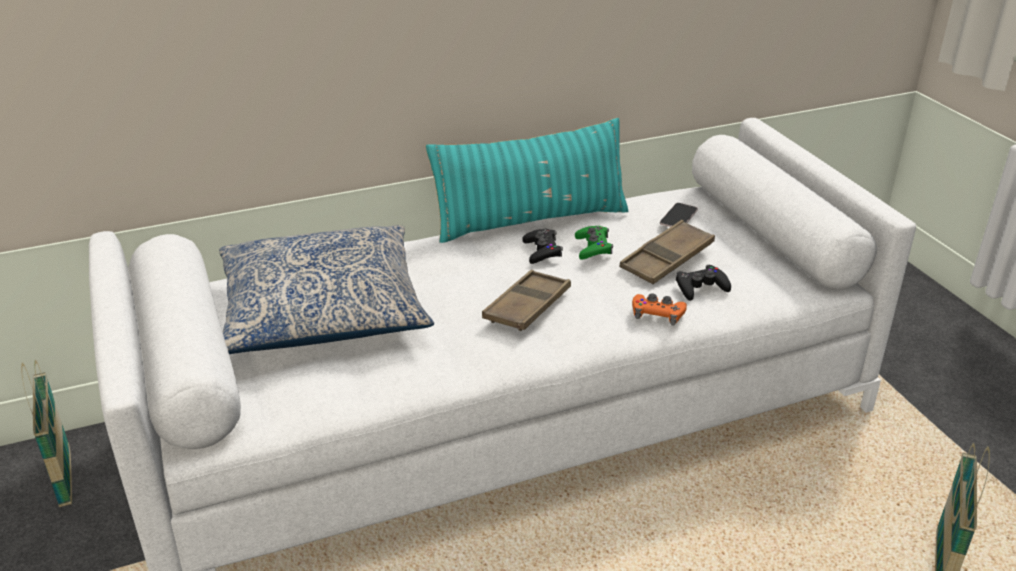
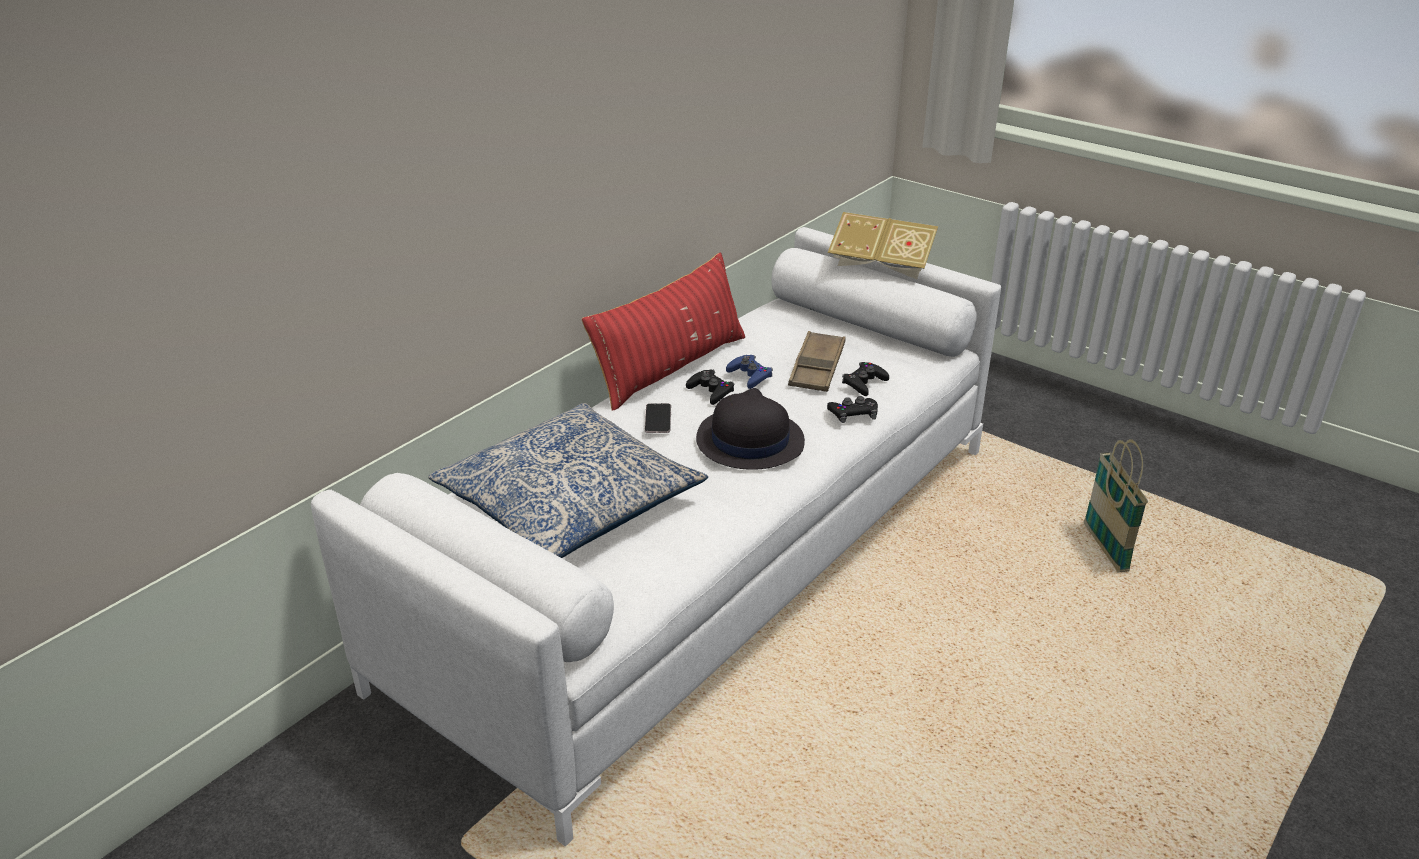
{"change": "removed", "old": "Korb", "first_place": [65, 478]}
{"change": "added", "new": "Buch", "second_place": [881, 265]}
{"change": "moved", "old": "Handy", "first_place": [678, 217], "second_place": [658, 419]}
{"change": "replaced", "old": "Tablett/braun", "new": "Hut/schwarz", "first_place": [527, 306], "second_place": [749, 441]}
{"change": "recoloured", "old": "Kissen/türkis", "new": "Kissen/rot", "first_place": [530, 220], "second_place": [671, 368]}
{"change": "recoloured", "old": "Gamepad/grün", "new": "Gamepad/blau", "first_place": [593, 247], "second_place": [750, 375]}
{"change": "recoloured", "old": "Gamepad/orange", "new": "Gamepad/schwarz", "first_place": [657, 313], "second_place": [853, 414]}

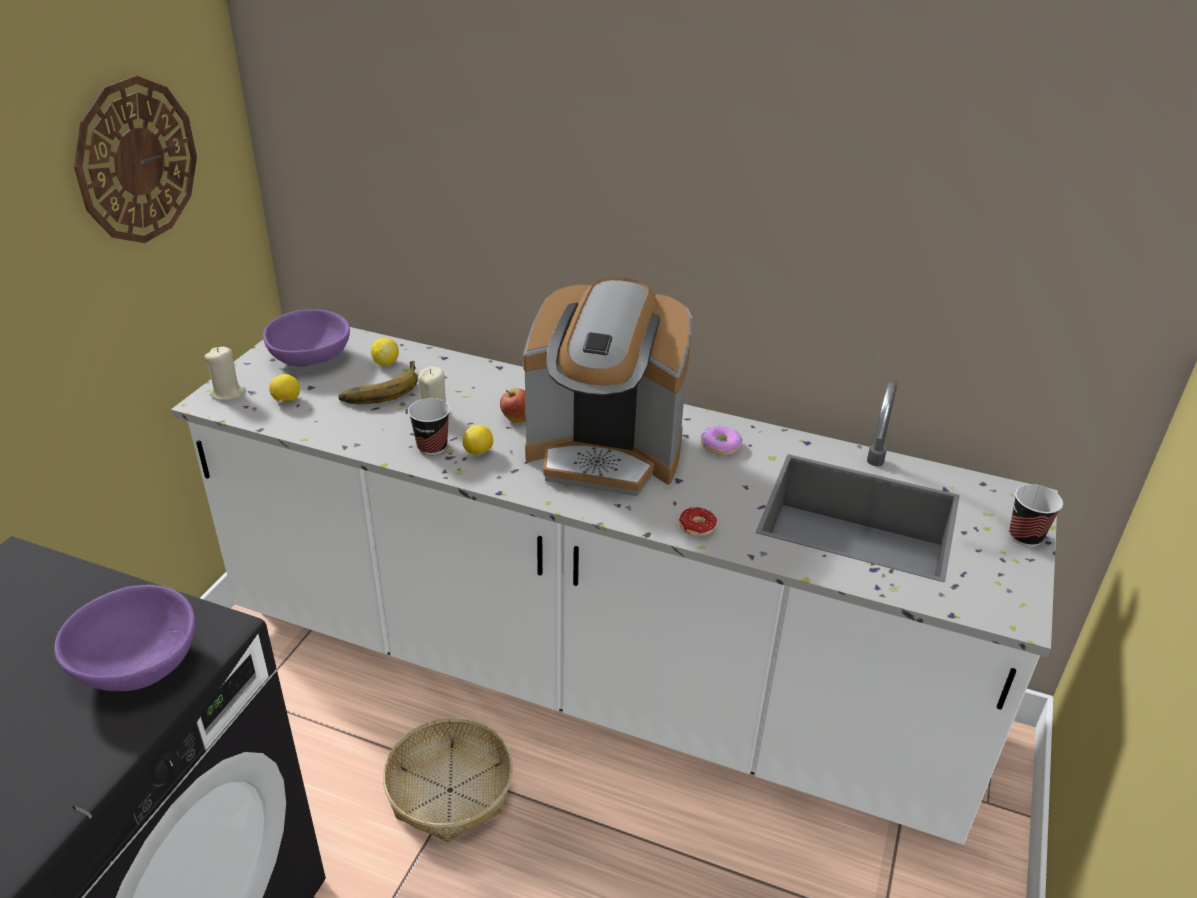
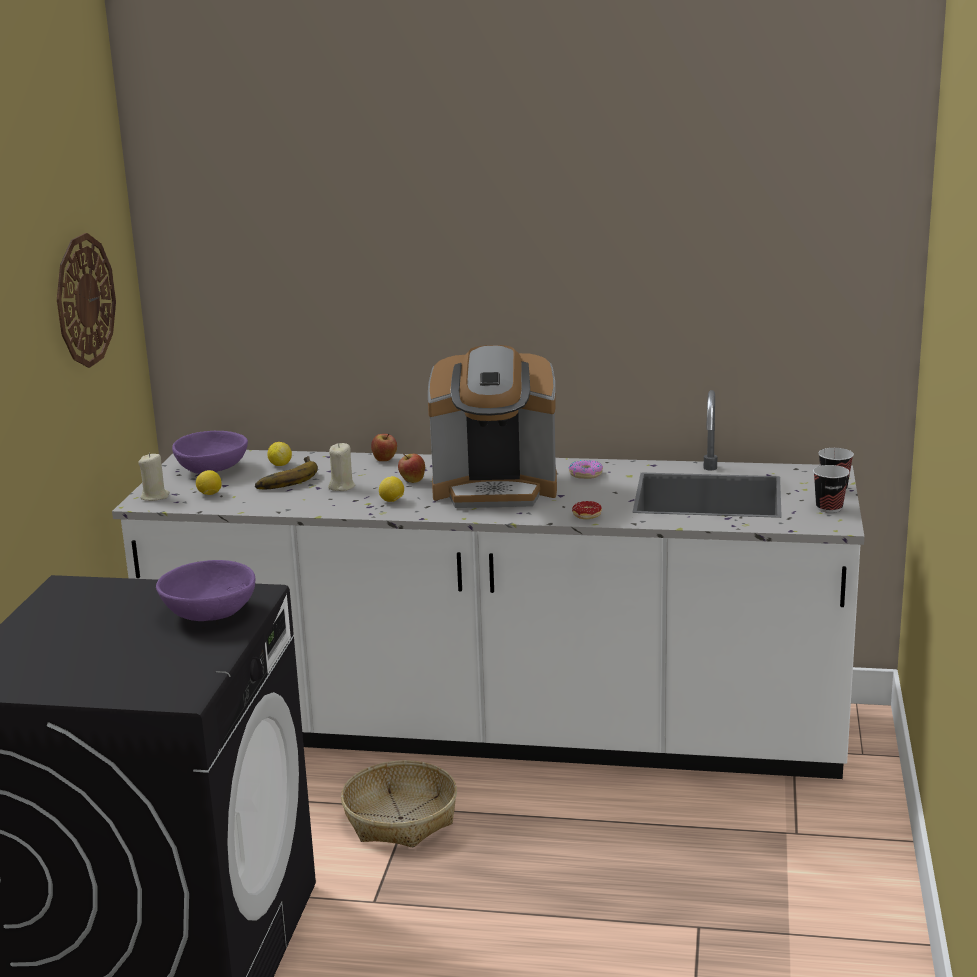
{"change": "added", "new": "Apfel", "second_place": [385, 460]}
{"change": "moved", "old": "Tasse", "first_place": [432, 447], "second_place": [829, 508]}

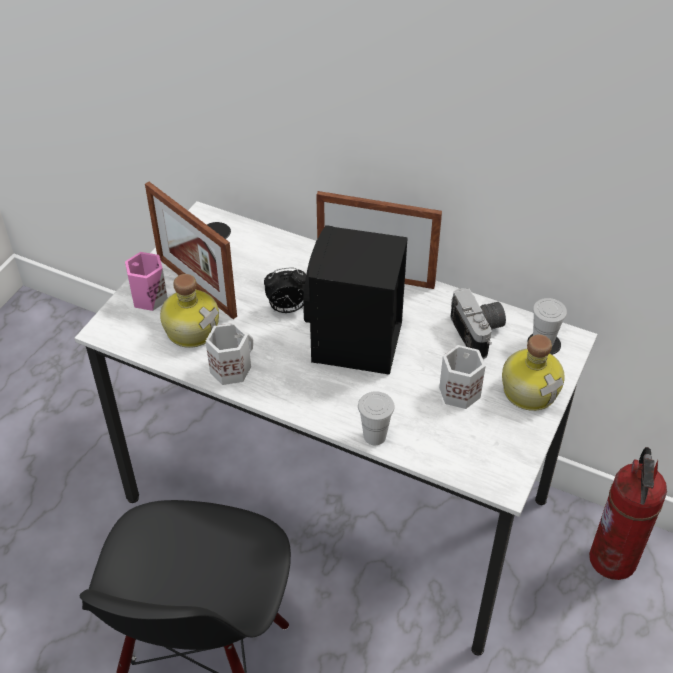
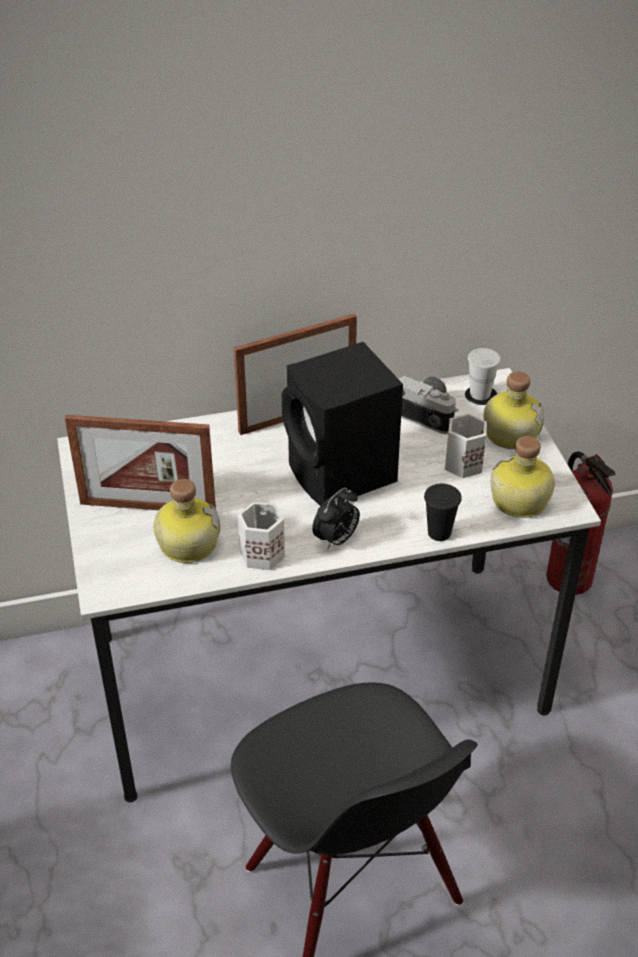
{"change": "removed", "old": "Henkelbecher/rosa", "first_place": [147, 297]}
{"change": "added", "new": "Flasche", "second_place": [519, 501]}
{"change": "moved", "old": "Wecker", "first_place": [287, 309], "second_place": [336, 540]}
{"change": "recoloured", "old": "Tasse/weiß", "new": "Tasse/schwarz", "first_place": [374, 436], "second_place": [439, 533]}

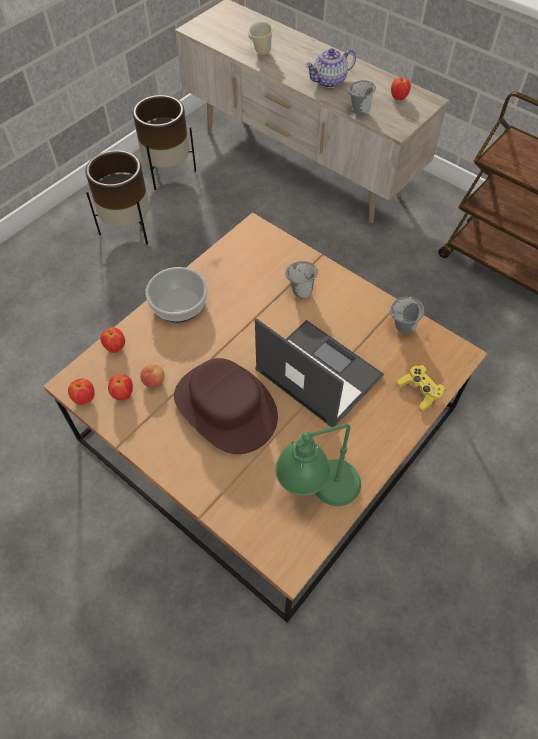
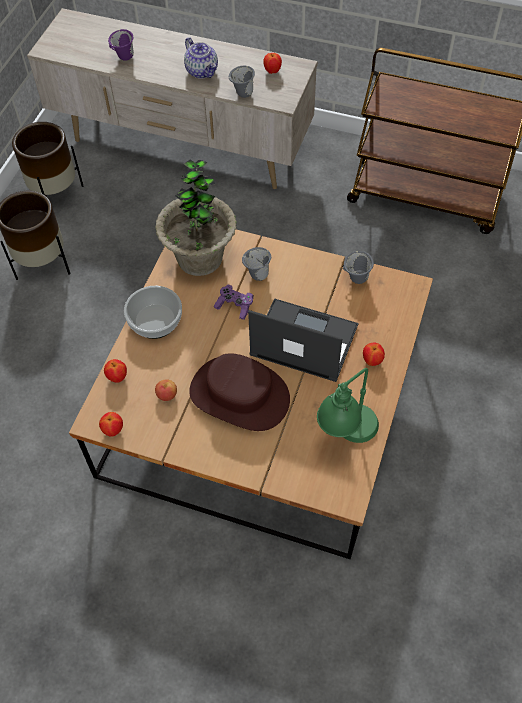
{"change": "removed", "old": "Gamepad/gelb", "first_place": [419, 391]}
{"change": "added", "new": "Topfpflanze", "second_place": [200, 258]}
{"change": "added", "new": "Gamepad/lila", "second_place": [235, 306]}
{"change": "moved", "old": "Apfel", "first_place": [123, 394], "second_place": [372, 361]}
{"change": "recoloured", "old": "Henkelbecher/beige", "new": "Henkelbecher/lila", "first_place": [260, 53], "second_place": [124, 58]}
{"change": "turned", "old": "Teekanne", "first_place": [329, 81], "second_place": [202, 71], "degrees": -75}

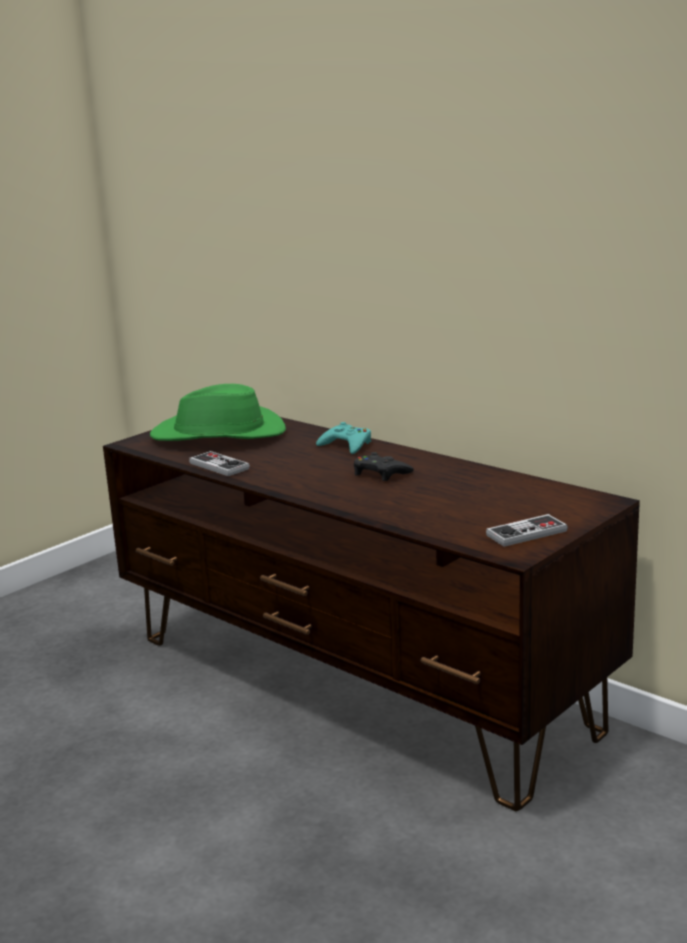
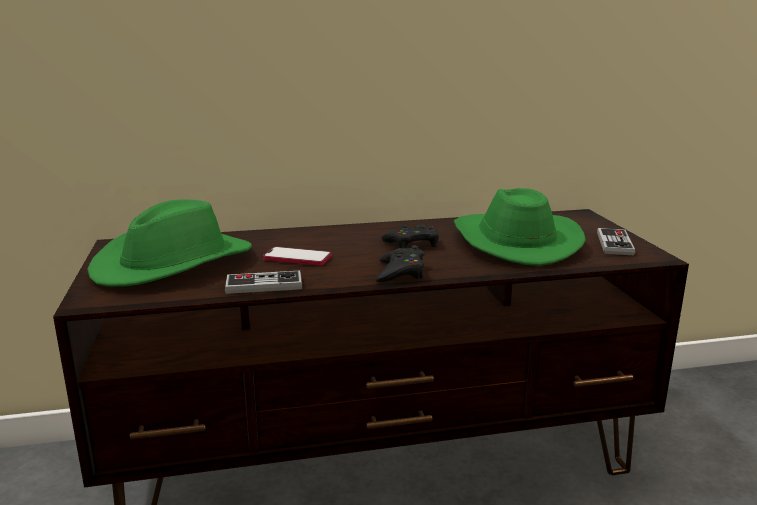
{"change": "removed", "old": "Gamepad/türkis", "first_place": [346, 445]}
{"change": "added", "new": "Handy", "second_place": [297, 258]}
{"change": "added", "new": "Gamepad/schwarz", "second_place": [400, 272]}
{"change": "added", "new": "Hut/grün", "second_place": [513, 241]}

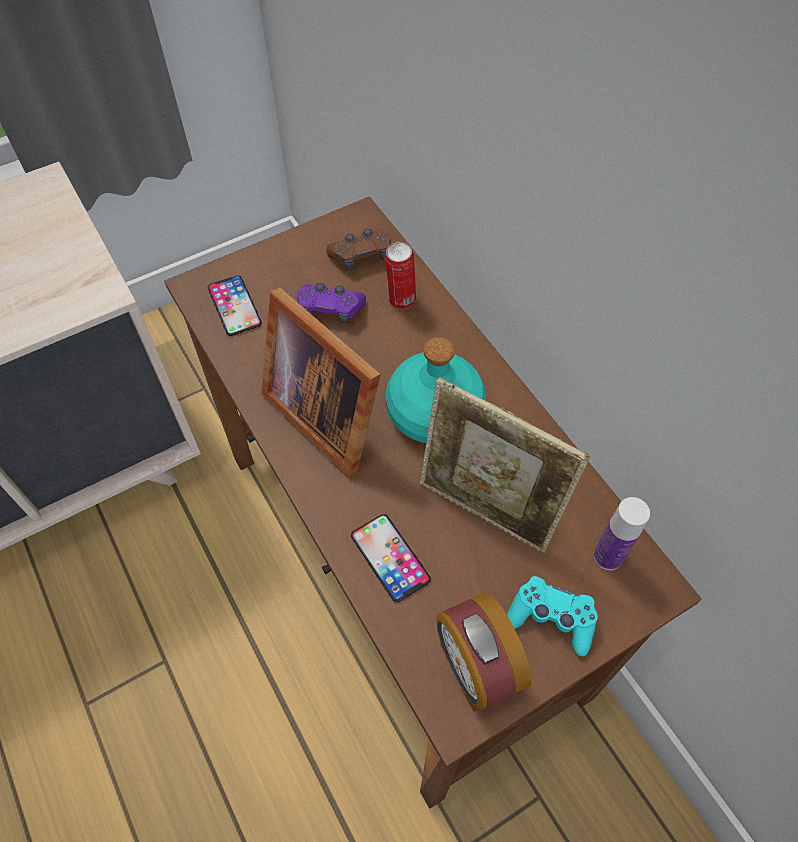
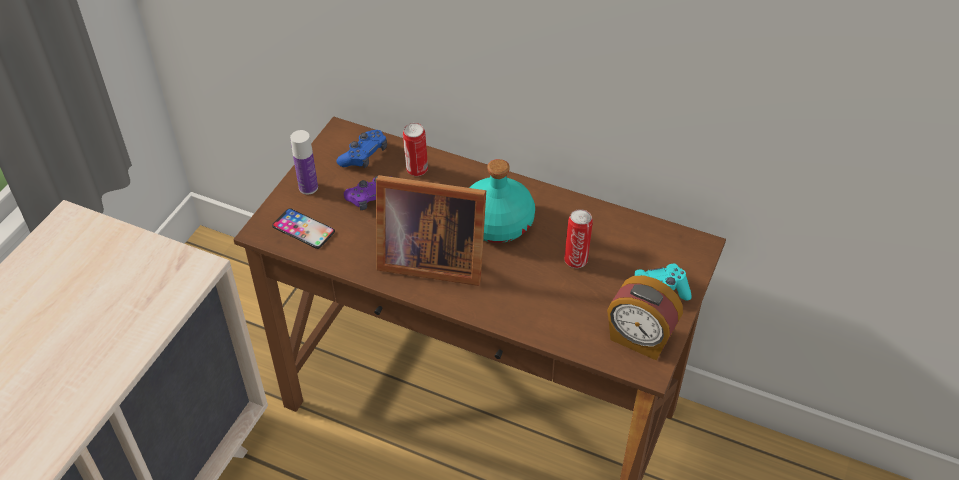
{"change": "removed", "old": "Handy", "first_place": [390, 557]}
{"change": "moved", "old": "Flasche", "first_place": [608, 556], "second_place": [308, 187]}
{"change": "replaced", "old": "Bilderrahmen", "new": "Dose", "first_place": [486, 511], "second_place": [576, 259]}
{"change": "recoloured", "old": "Gamepad/braun", "new": "Gamepad/blau", "first_place": [361, 255], "second_place": [364, 156]}

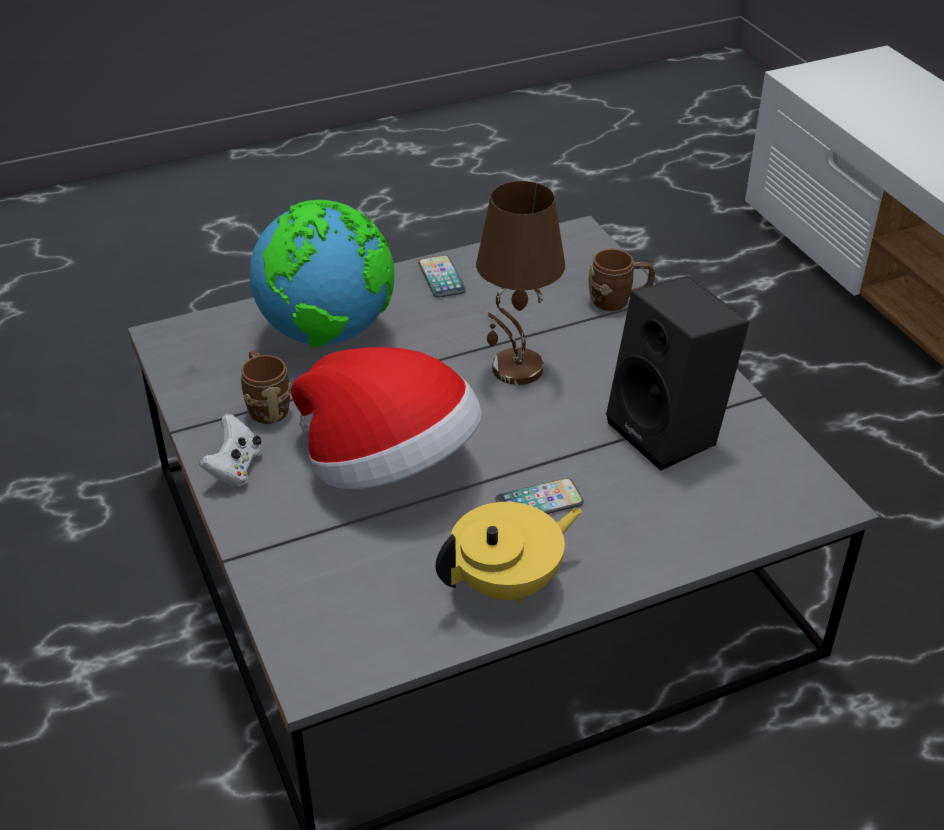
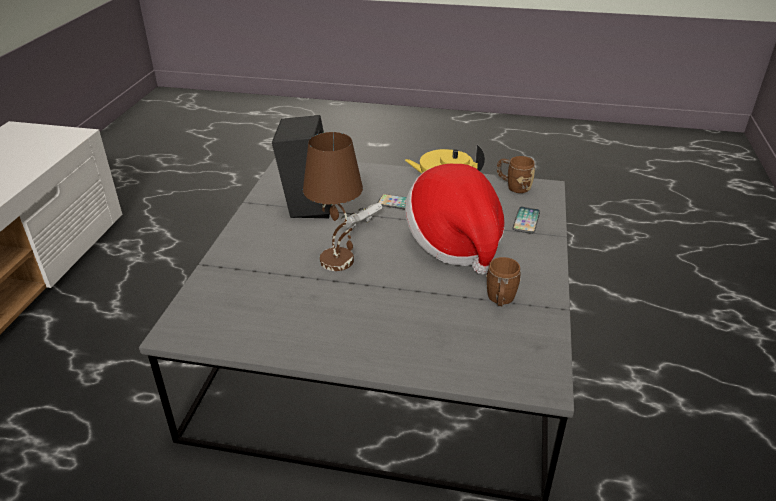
{"change": "removed", "old": "Globus", "first_place": [328, 333]}
{"change": "moved", "old": "Gamepad/weiß", "first_place": [235, 468], "second_place": [360, 226]}
{"change": "moved", "old": "Handy", "first_place": [441, 278], "second_place": [526, 221]}
{"change": "moved", "old": "Henkelbecher/braun", "first_place": [619, 301], "second_place": [513, 186]}

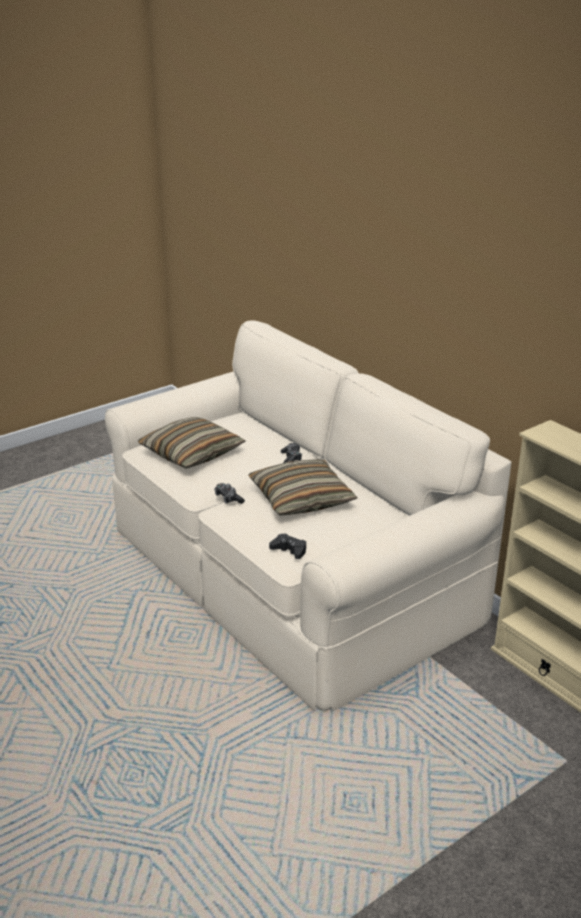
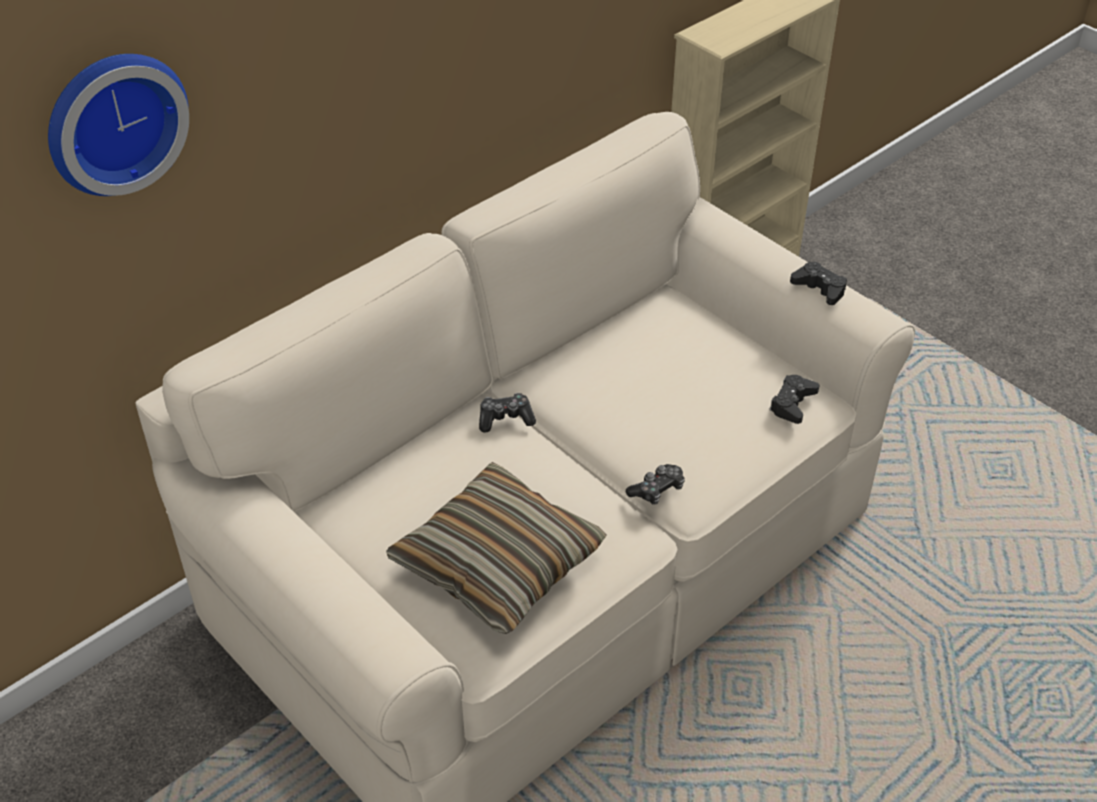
{"change": "removed", "old": "Kissen", "first_place": [301, 499]}
{"change": "added", "new": "Wanduhr", "second_place": [113, 120]}
{"change": "added", "new": "Gamepad/schwarz", "second_place": [819, 288]}

